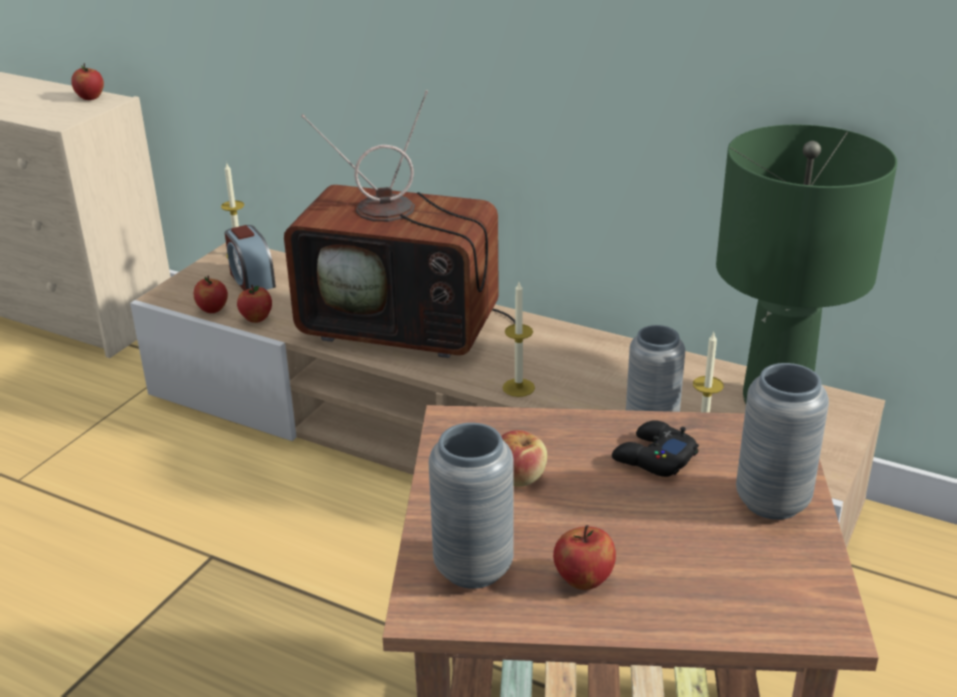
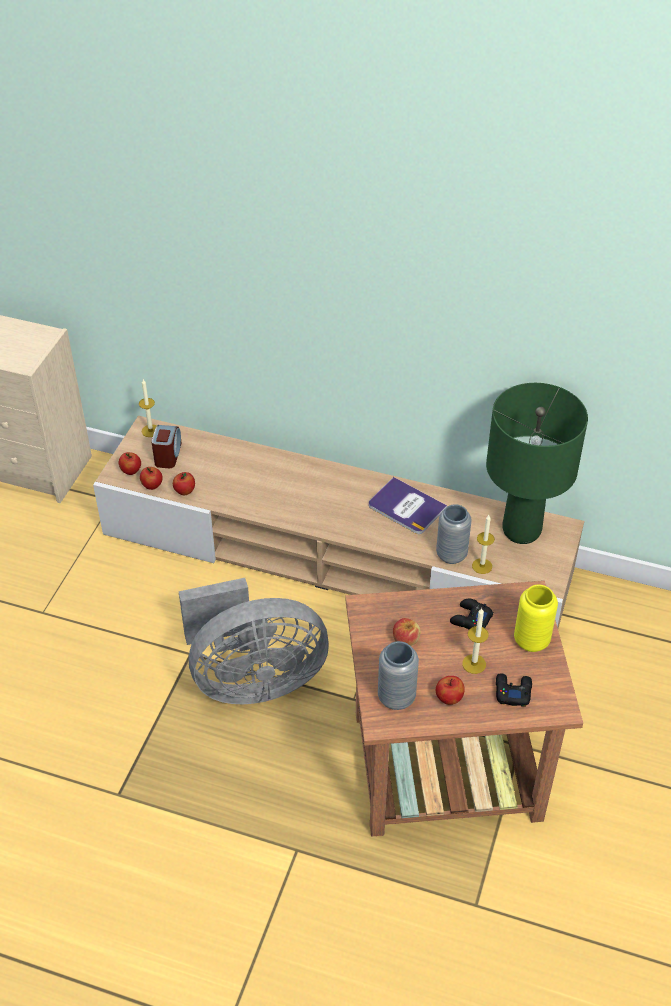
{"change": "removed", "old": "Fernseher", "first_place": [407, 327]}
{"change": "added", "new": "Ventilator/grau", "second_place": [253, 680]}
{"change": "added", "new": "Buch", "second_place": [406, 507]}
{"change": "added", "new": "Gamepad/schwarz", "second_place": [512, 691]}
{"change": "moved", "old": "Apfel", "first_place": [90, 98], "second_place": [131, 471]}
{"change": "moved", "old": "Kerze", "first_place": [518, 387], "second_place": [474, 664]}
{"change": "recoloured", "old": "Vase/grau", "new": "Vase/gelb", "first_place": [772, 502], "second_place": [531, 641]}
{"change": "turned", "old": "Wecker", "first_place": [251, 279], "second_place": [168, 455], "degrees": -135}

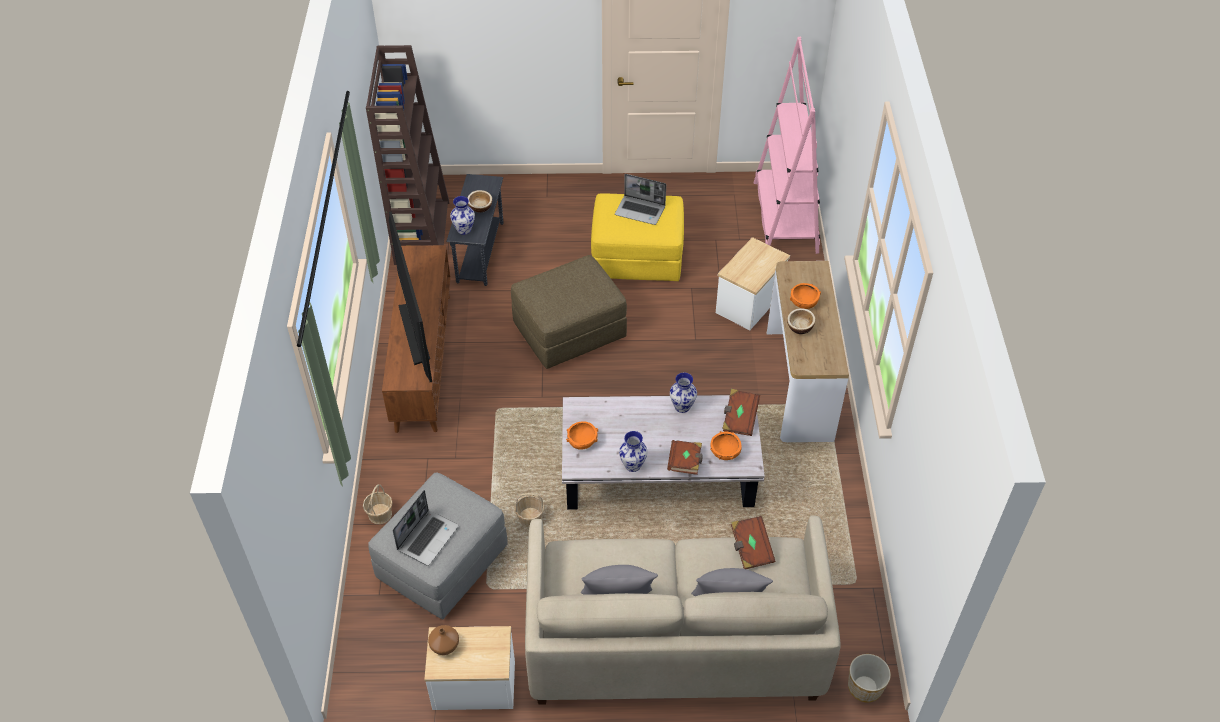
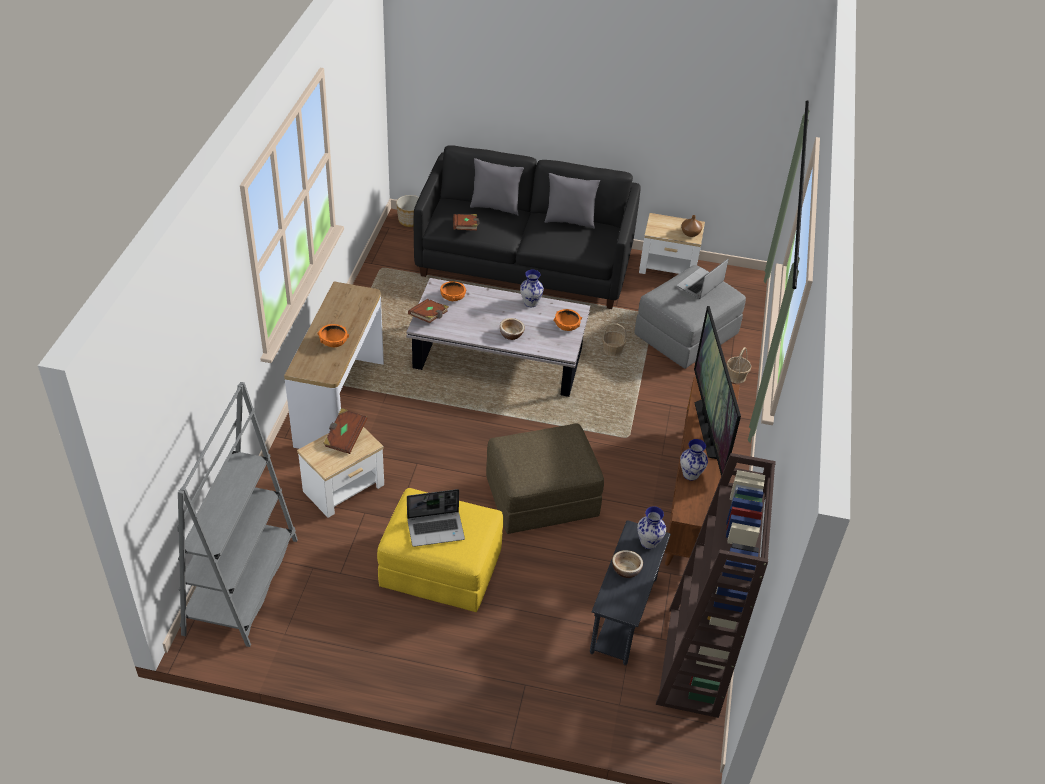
{"change": "moved", "old": "Buch/braun", "first_place": [685, 463], "second_place": [345, 437]}
{"change": "moved", "old": "Vase", "first_place": [682, 406], "second_place": [690, 474]}
{"change": "moved", "old": "Schüssel", "first_place": [800, 327], "second_place": [511, 334]}
{"change": "recoloured", "old": "Sofa/beige", "new": "Sofa/schwarz", "first_place": [674, 640], "second_place": [525, 263]}
{"change": "recoloured", "old": "Bücherregal/rosa", "new": "Bücherregal/grau", "first_place": [785, 217], "second_place": [242, 586]}
{"change": "turned", "old": "Laptop", "first_place": [640, 211], "second_place": [436, 529], "degrees": 135}

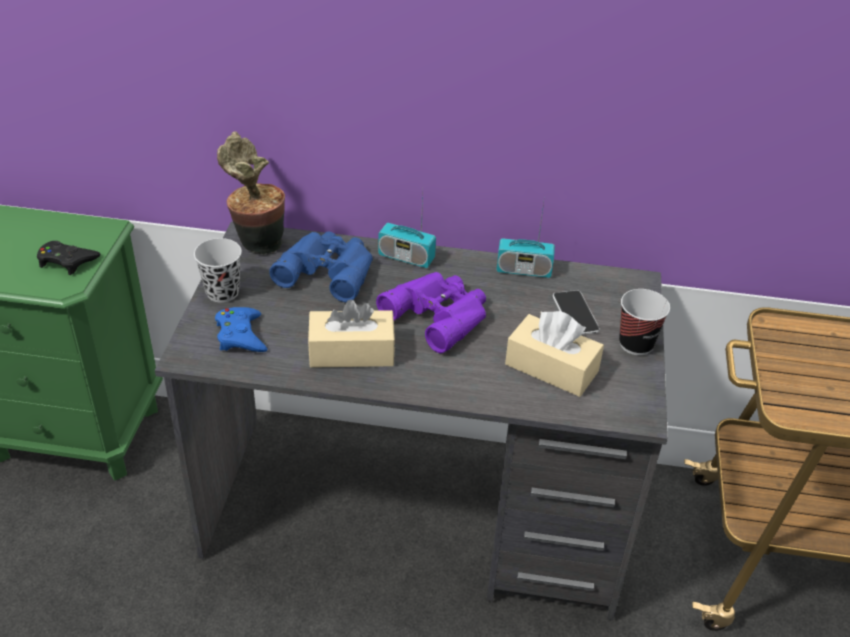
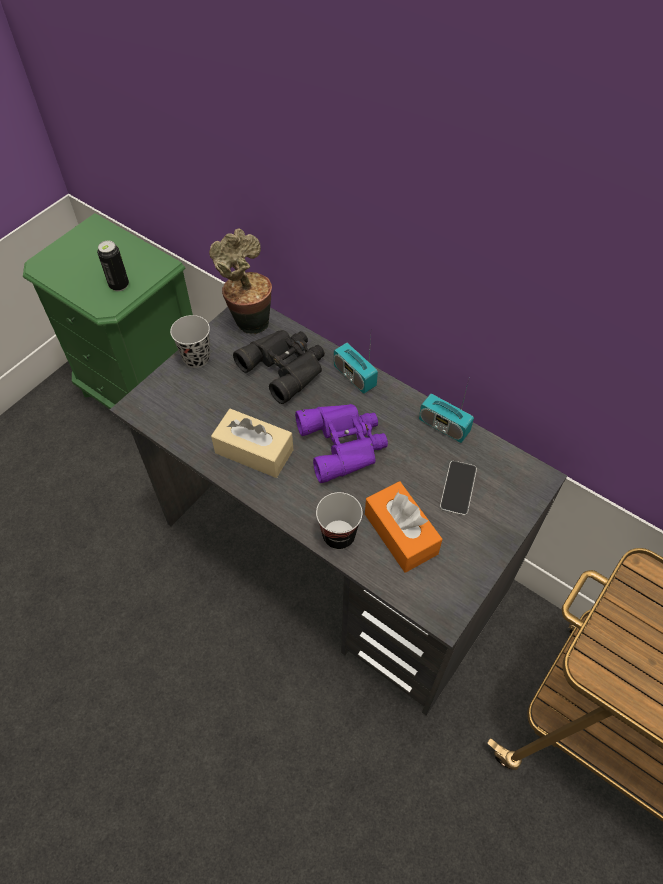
{"change": "removed", "old": "Gamepad/blau", "first_place": [241, 335]}
{"change": "moved", "old": "Tasse", "first_place": [636, 344], "second_place": [338, 535]}
{"change": "replaced", "old": "Gamepad/schwarz", "new": "Dose", "first_place": [67, 261], "second_place": [119, 285]}
{"change": "recoloured", "old": "Fernglas/blau", "new": "Fernglas/schwarz", "first_place": [328, 270], "second_place": [286, 366]}
{"change": "recoloured", "old": "Taschentuchbox/beige", "new": "Taschentuchbox/orange", "first_place": [551, 368], "second_place": [400, 533]}

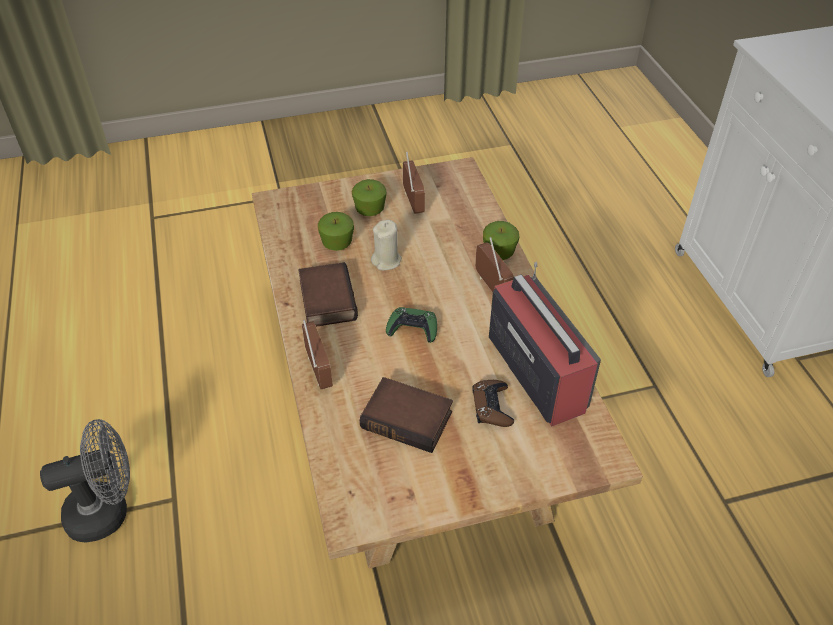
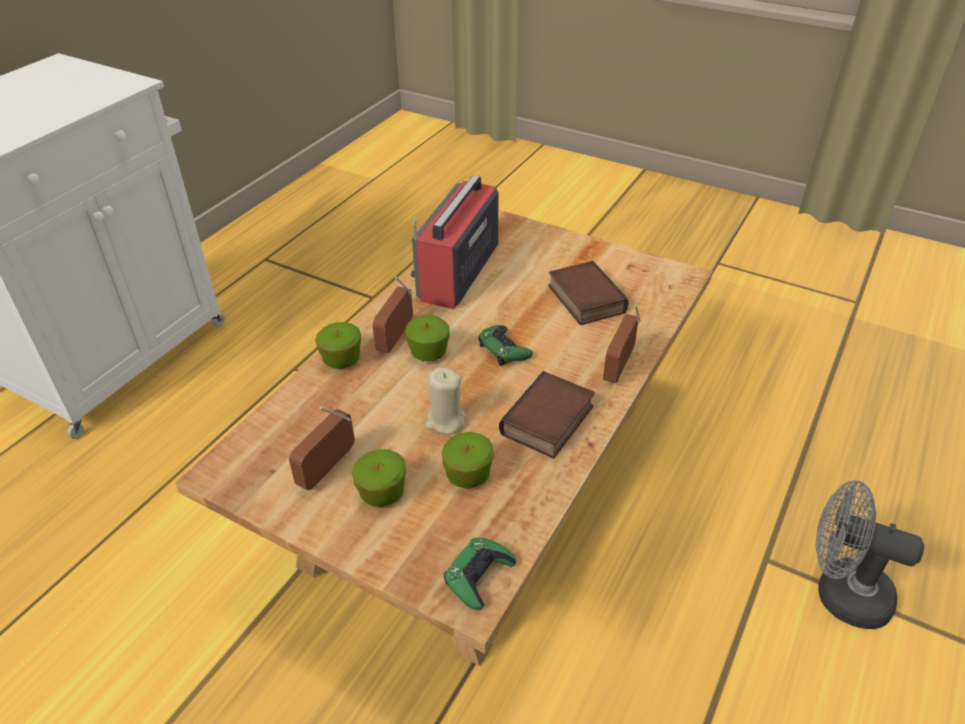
{"change": "removed", "old": "Gamepad/braun", "first_place": [492, 407]}
{"change": "added", "new": "Apfel", "second_place": [429, 353]}
{"change": "added", "new": "Gamepad/grün", "second_place": [478, 576]}

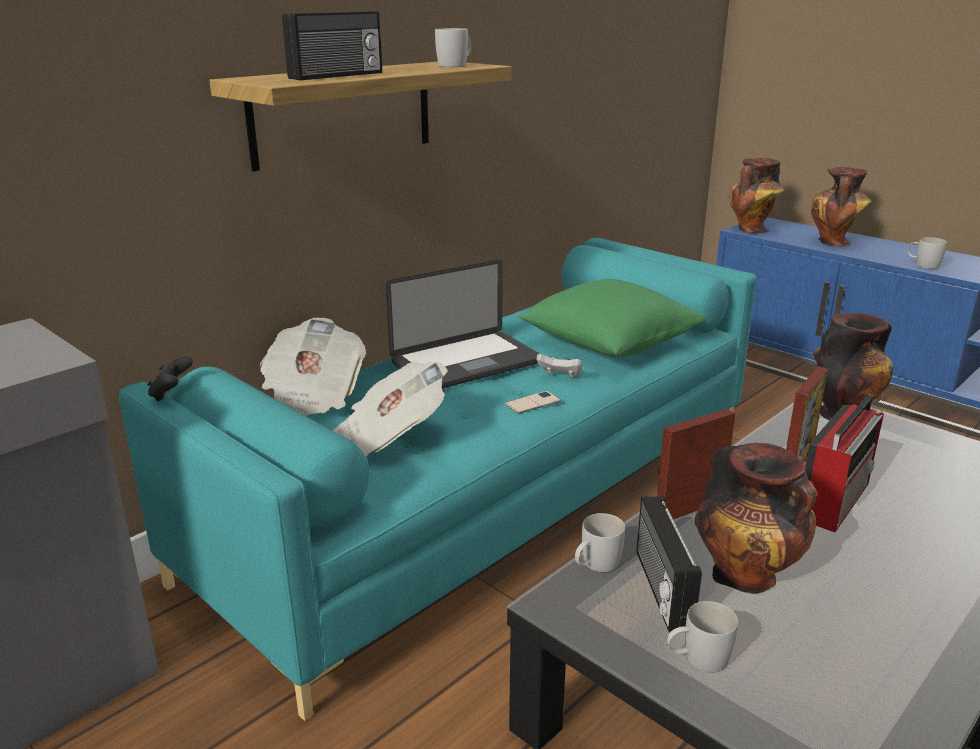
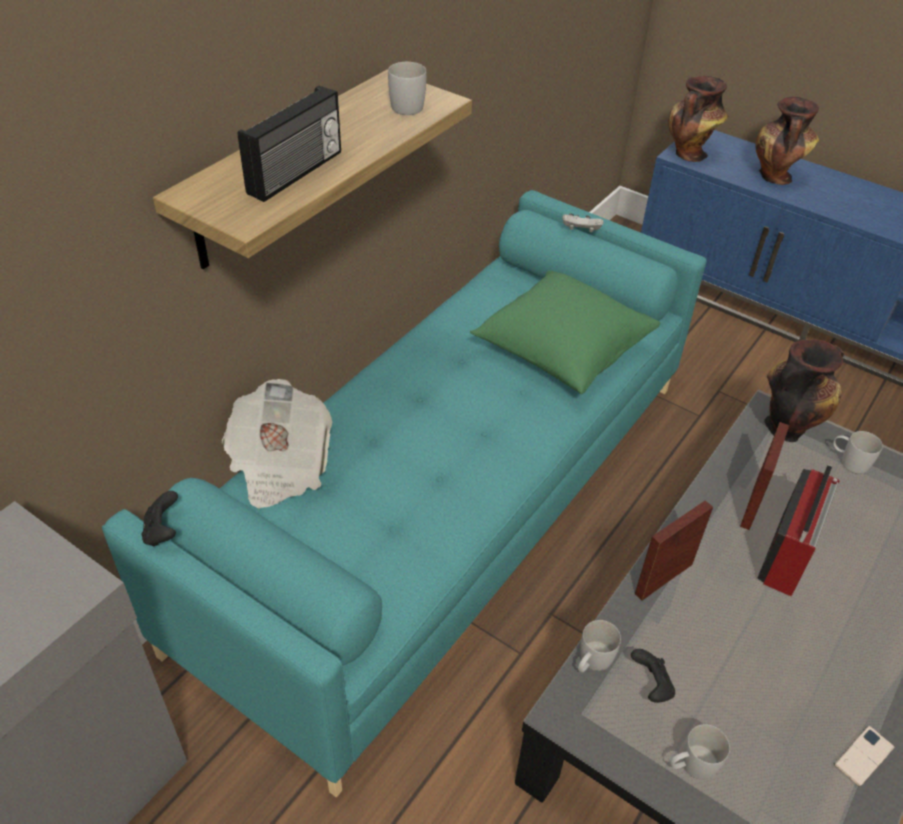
{"change": "removed", "old": "Zeitung", "first_place": [387, 438]}
{"change": "removed", "old": "Laptop", "first_place": [466, 363]}
{"change": "removed", "old": "Vase", "first_place": [746, 577]}
{"change": "moved", "old": "Handy", "first_place": [533, 403], "second_place": [864, 756]}
{"change": "moved", "old": "Gamepad/weiß", "first_place": [560, 376], "second_place": [581, 231]}
{"change": "moved", "old": "Henkelbecher/weiß", "first_place": [922, 265], "second_place": [849, 461]}
{"change": "replaced", "old": "Radio", "new": "Gamepad/schwarz", "first_place": [660, 589], "second_place": [651, 686]}

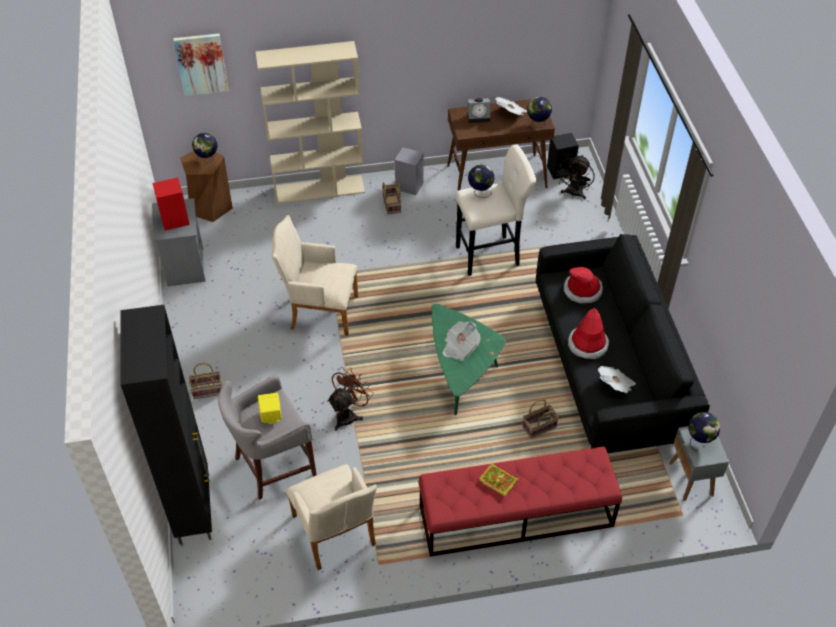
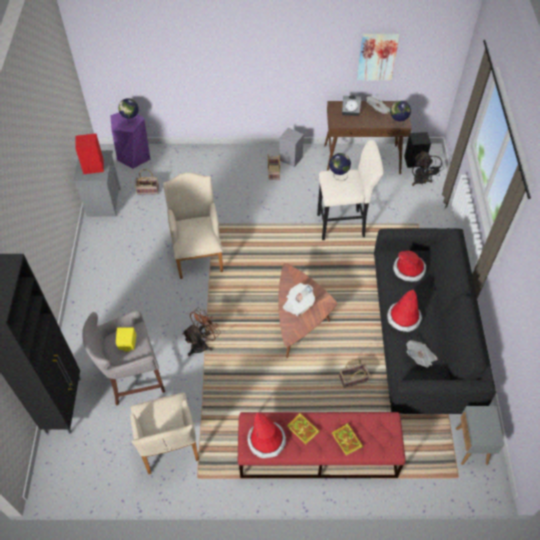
{"change": "removed", "old": "Bücherregal/beige", "first_place": [319, 189]}
{"change": "removed", "old": "Globus", "first_place": [699, 440]}
{"change": "added", "new": "Hut", "second_place": [266, 440]}
{"change": "added", "new": "Buch", "second_place": [347, 440]}
{"change": "moved", "old": "Bild", "first_place": [201, 64], "second_place": [377, 56]}
{"change": "moved", "old": "Korb", "first_place": [208, 390], "second_place": [148, 190]}
{"change": "recoloured", "old": "Hocker/braun", "new": "Hocker/lila", "first_place": [210, 207], "second_place": [134, 156]}
{"change": "recoloured", "old": "Couchtisch/grün", "new": "Couchtisch/braun", "first_place": [462, 371], "second_place": [300, 321]}
{"change": "turned", "old": "Sessel/beige", "first_place": [319, 311], "second_place": [198, 253], "degrees": 60}
{"change": "turned", "old": "Ventilator/schwarz", "first_place": [573, 194], "second_place": [421, 182], "degrees": -45}

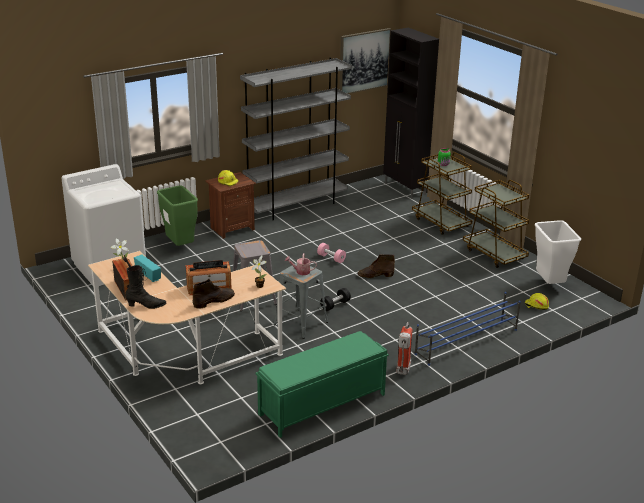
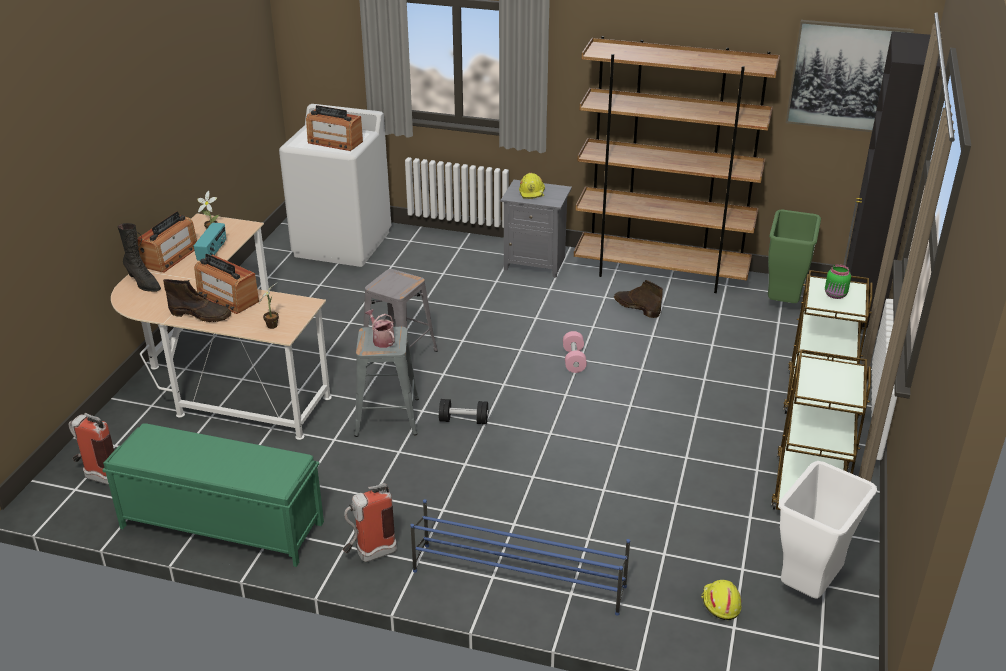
{"change": "added", "new": "Feuerlöscher", "second_place": [97, 476]}
{"change": "added", "new": "Radio", "second_place": [335, 142]}
{"change": "moved", "old": "Mülleimer/grün", "first_place": [180, 246], "second_place": [783, 303]}
{"change": "moved", "old": "Stiefel/braun", "first_place": [375, 275], "second_place": [636, 307]}
{"change": "recoloured", "old": "Nachttisch/braun", "new": "Nachttisch/grau", "first_place": [231, 228], "second_place": [535, 263]}
{"change": "recoloured", "old": "Bücherregal/grau", "new": "Bücherregal/braun", "first_place": [296, 206], "second_place": [661, 273]}

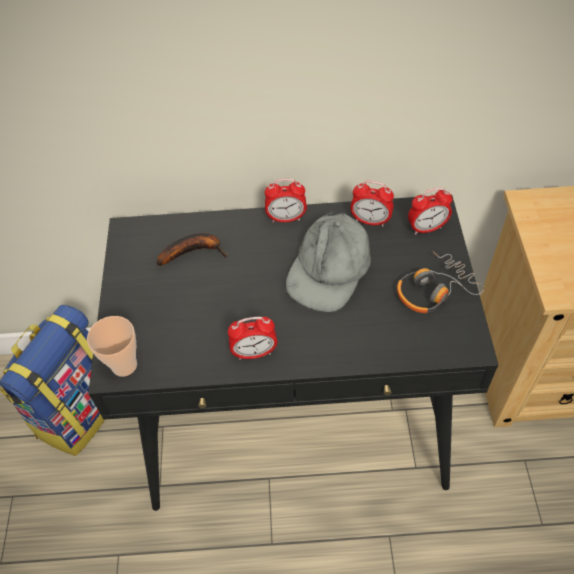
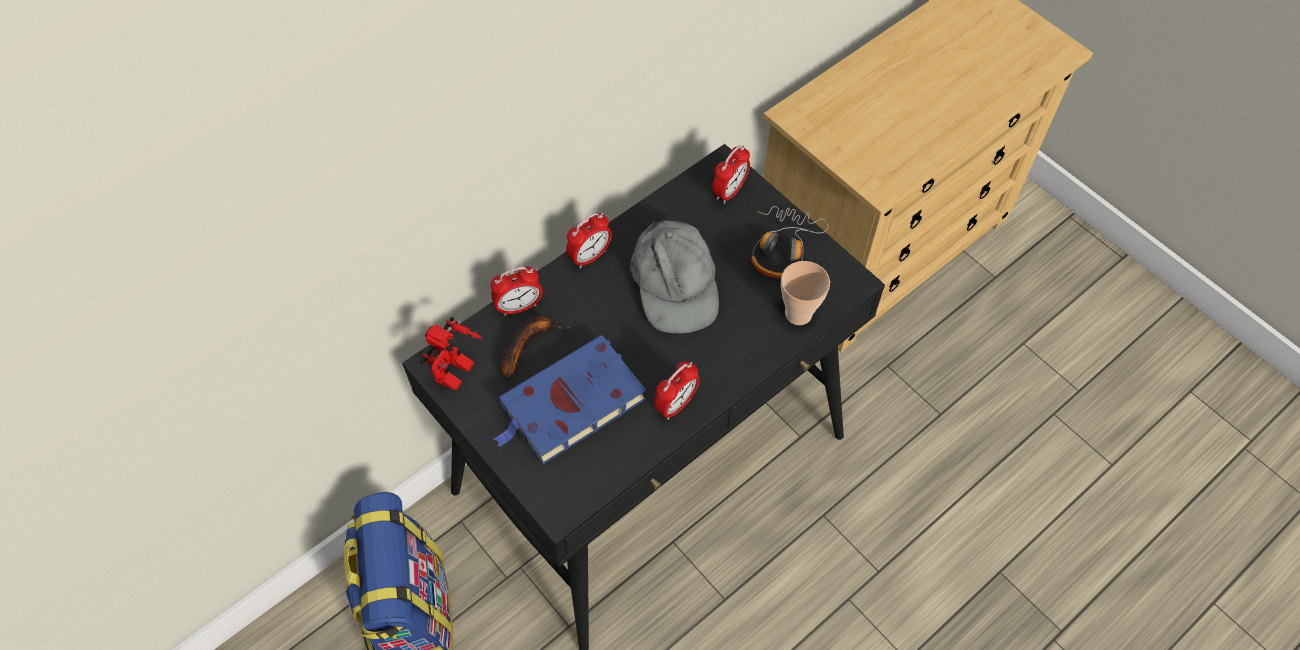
{"change": "added", "new": "Spielzeugroboter", "second_place": [457, 376]}
{"change": "added", "new": "Buch/blau", "second_place": [570, 405]}
{"change": "moved", "old": "Tasse", "first_place": [124, 365], "second_place": [798, 314]}
{"change": "moved", "old": "Wecker", "first_place": [370, 221], "second_place": [519, 306]}

